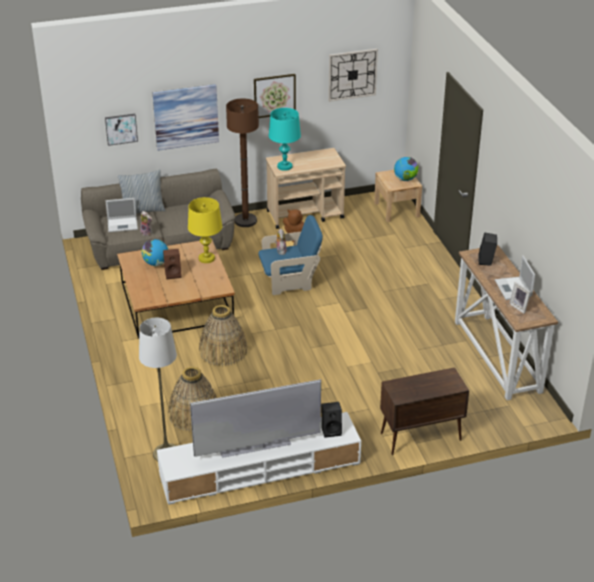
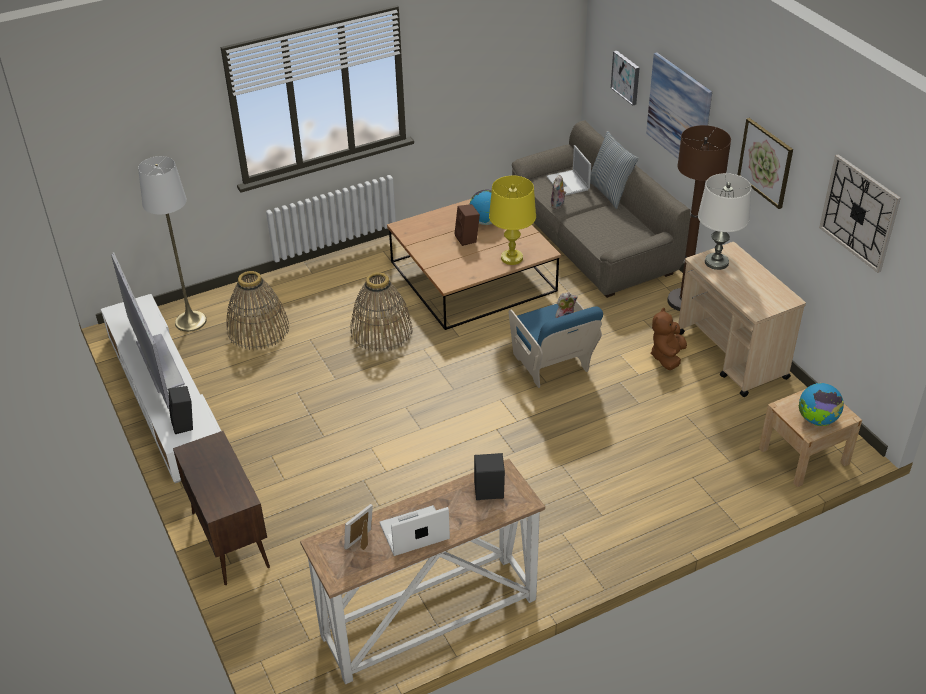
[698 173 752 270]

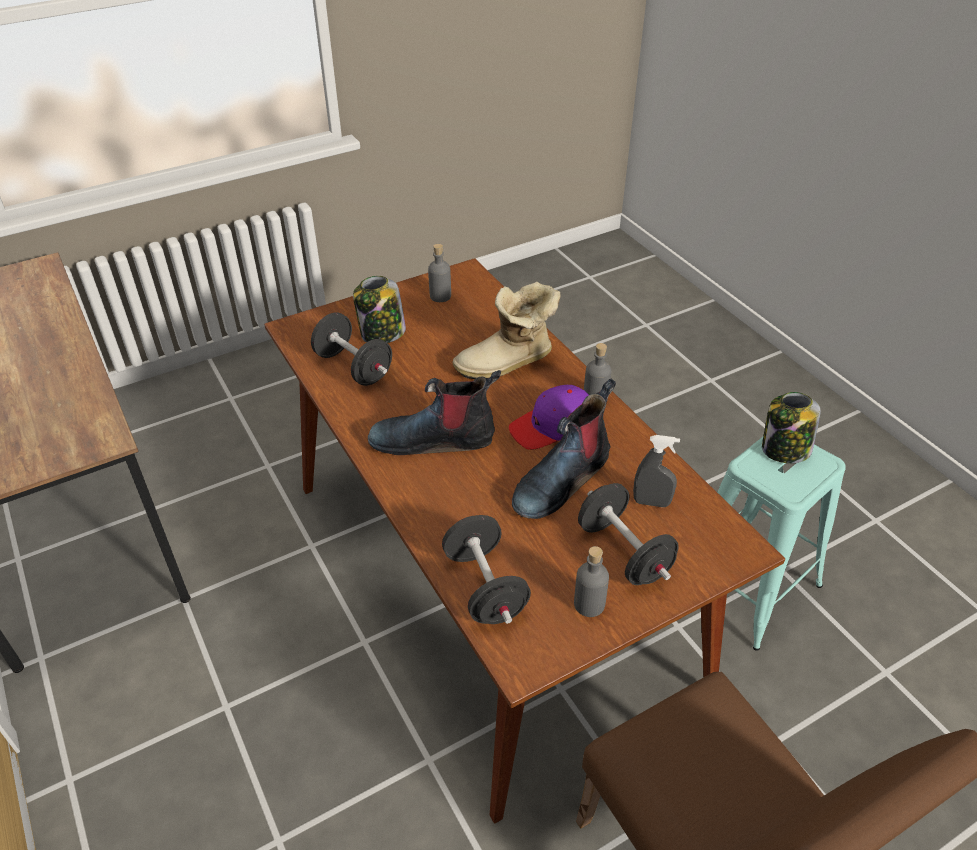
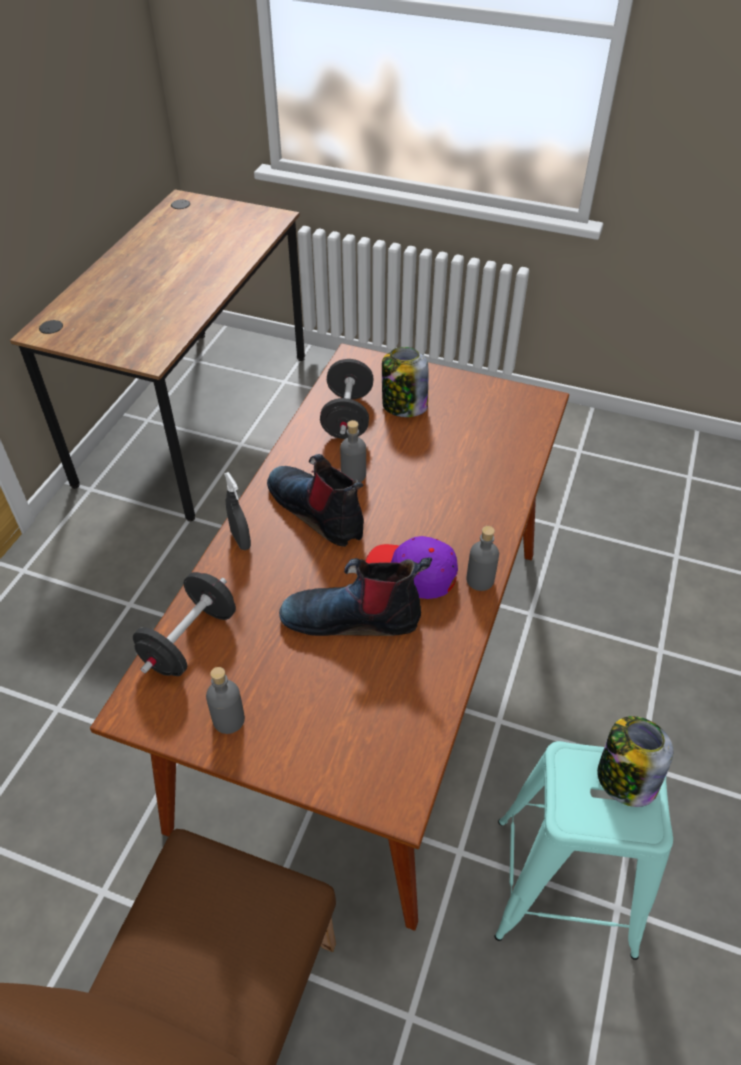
[224 472 251 550]
[340 420 366 482]
[452 282 561 379] (first image)
[578 483 679 585] (first image)

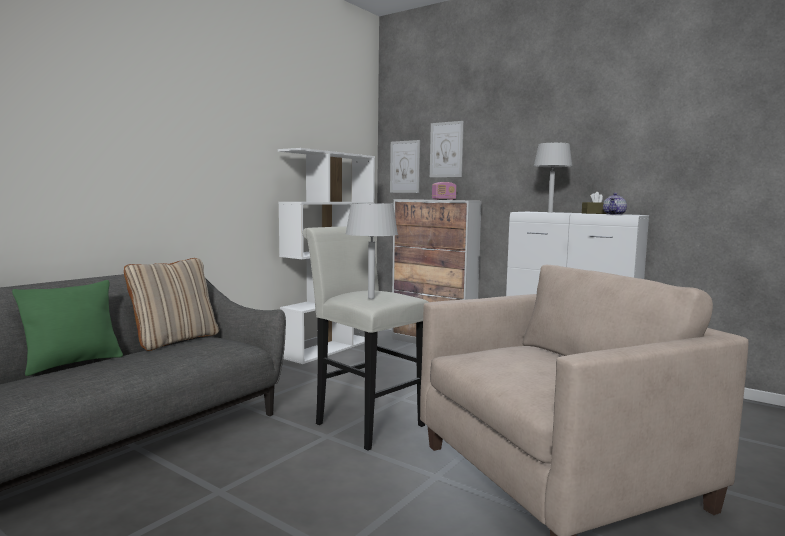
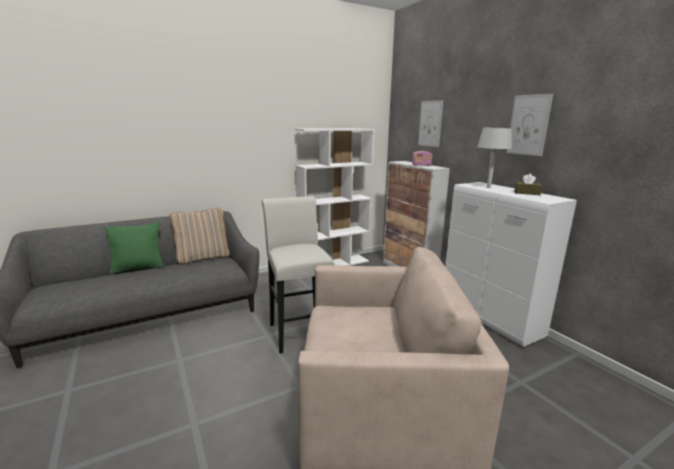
[506 94 553 156]
[345 203 398 299] (first image)
[603 193 627 215] (first image)

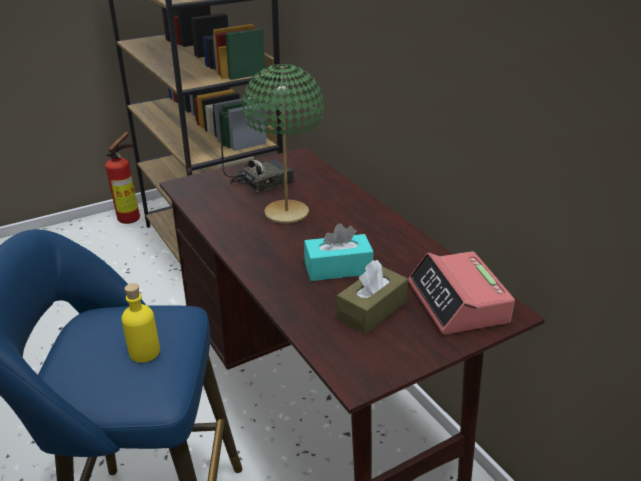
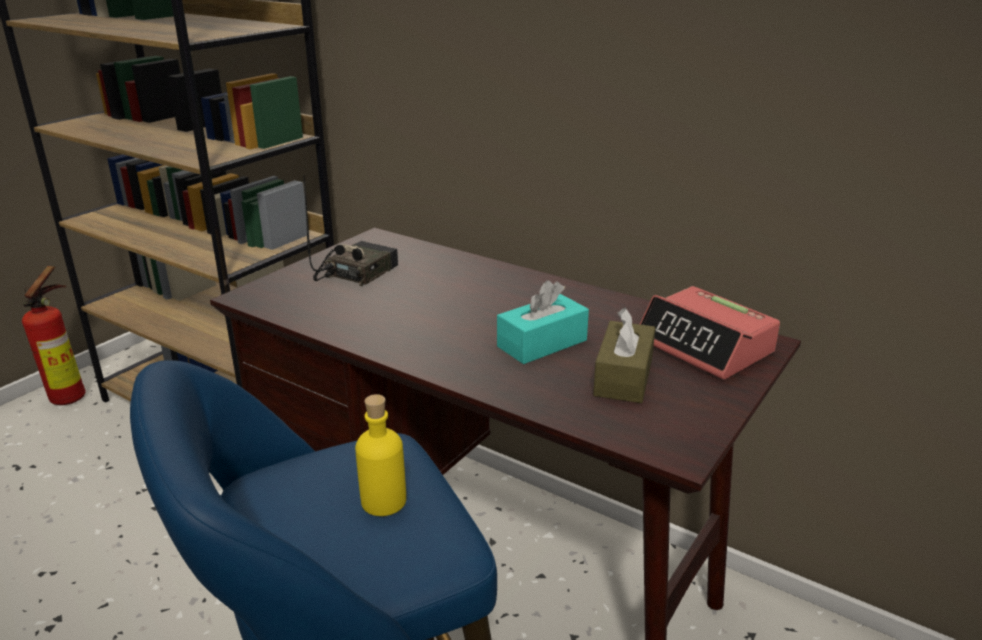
[242 64 324 223] (first image)

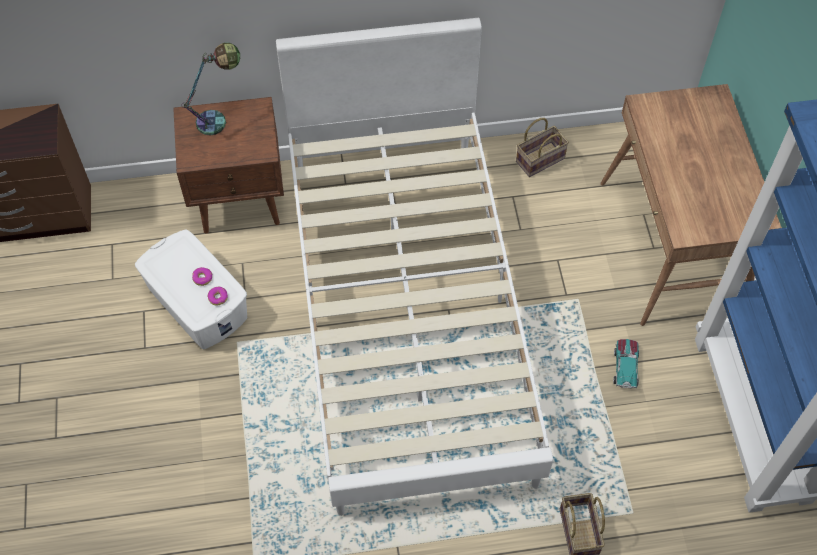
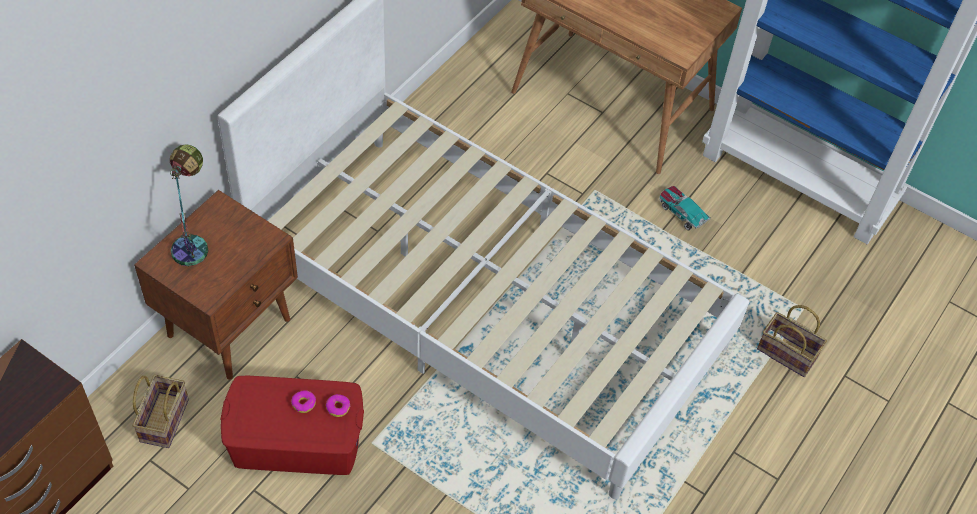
[132 375 189 448]
[220 376 364 475]

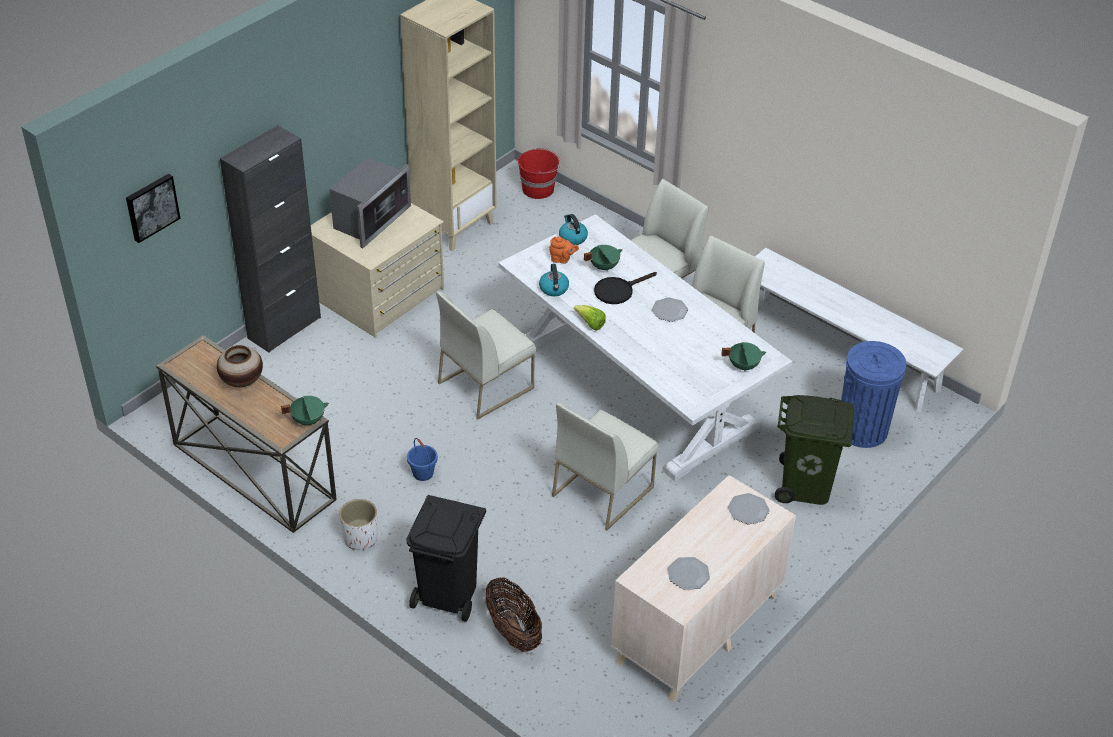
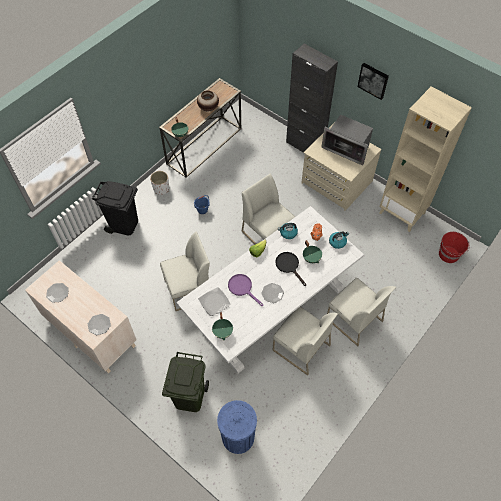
[160 231 210 311]
[199 287 231 316]
[228 274 263 306]
[358 63 389 100]
[486 577 542 652] (first image)
[755 248 963 412] (first image)

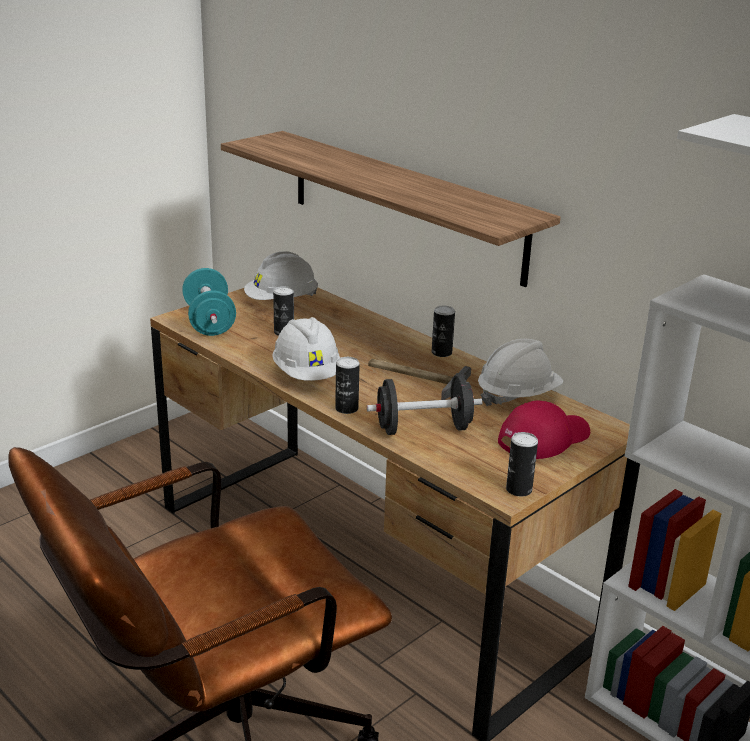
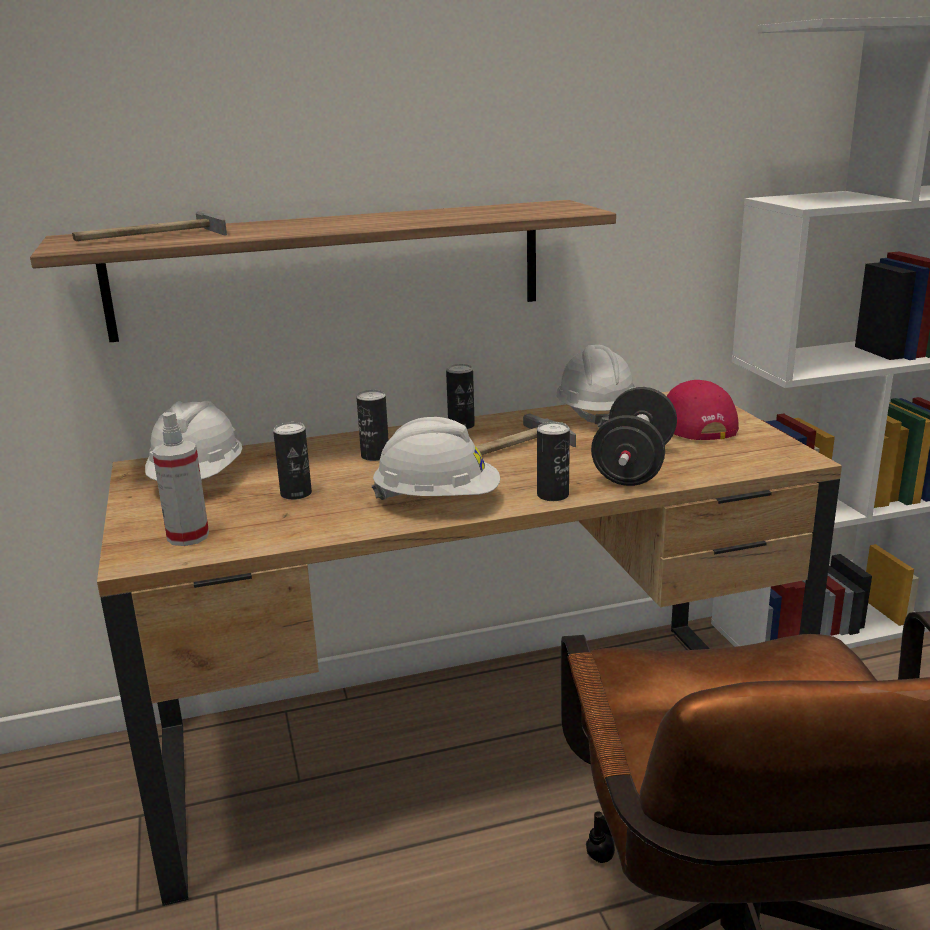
[72 211 227 241]
[152 412 209 546]
[357 390 389 461]

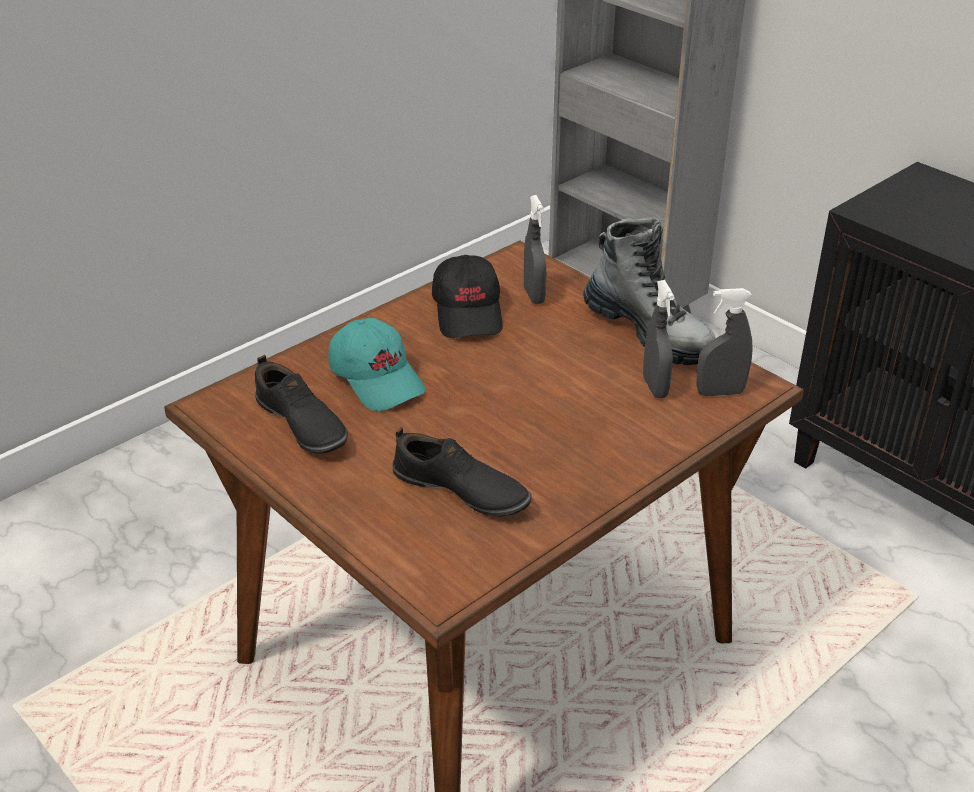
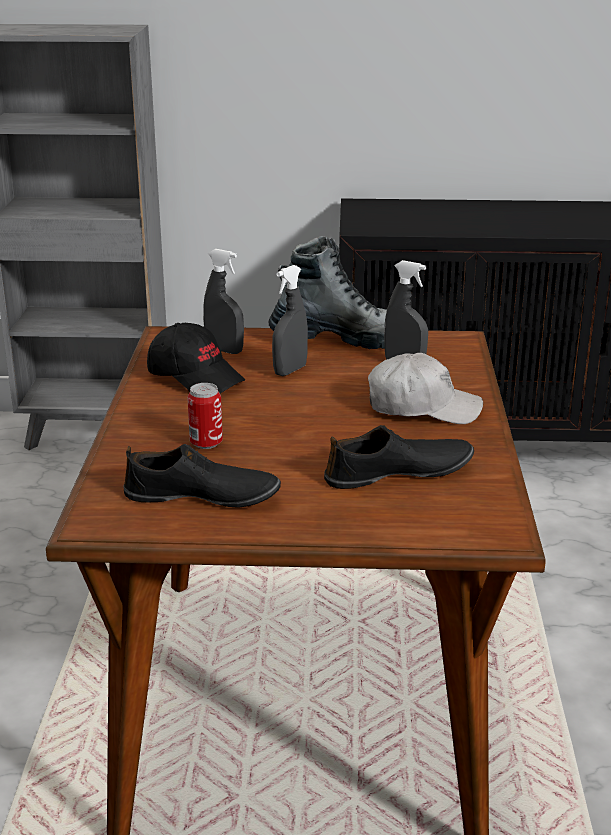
[187 383 223 449]
[272 265 308 376]
[368 353 483 424]

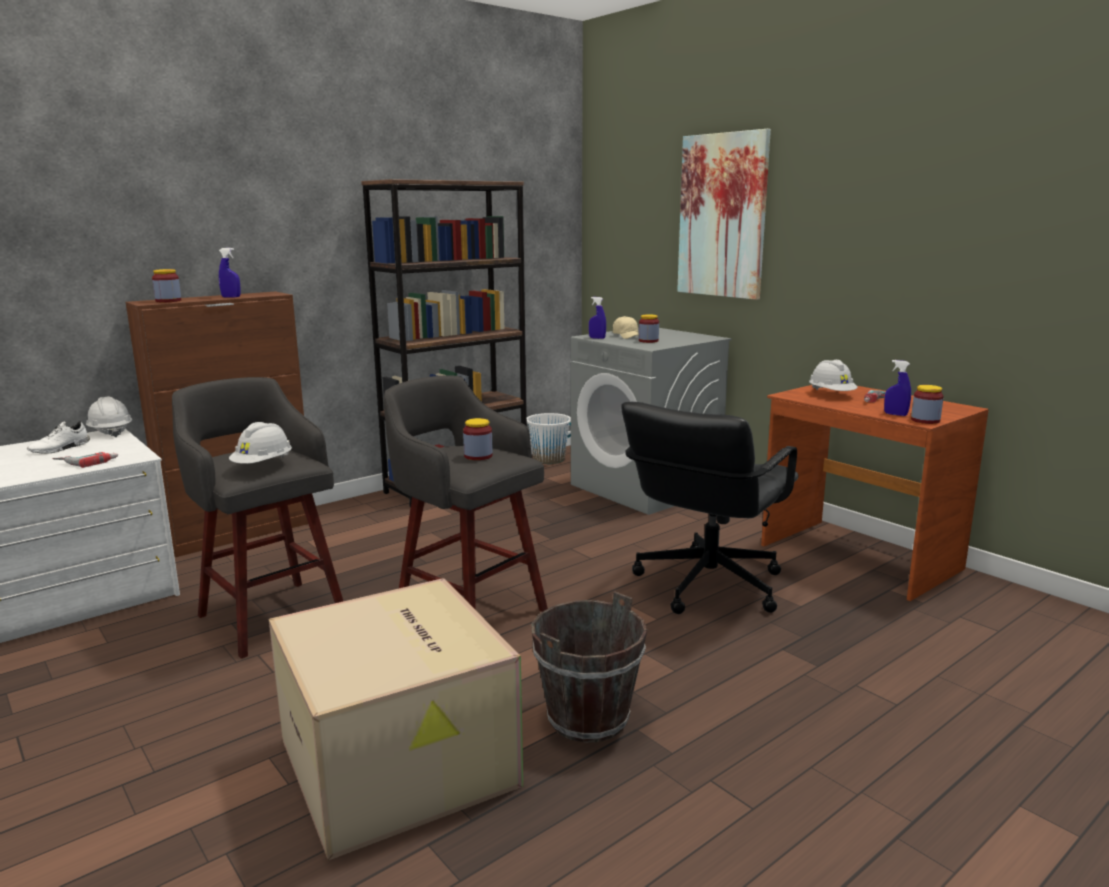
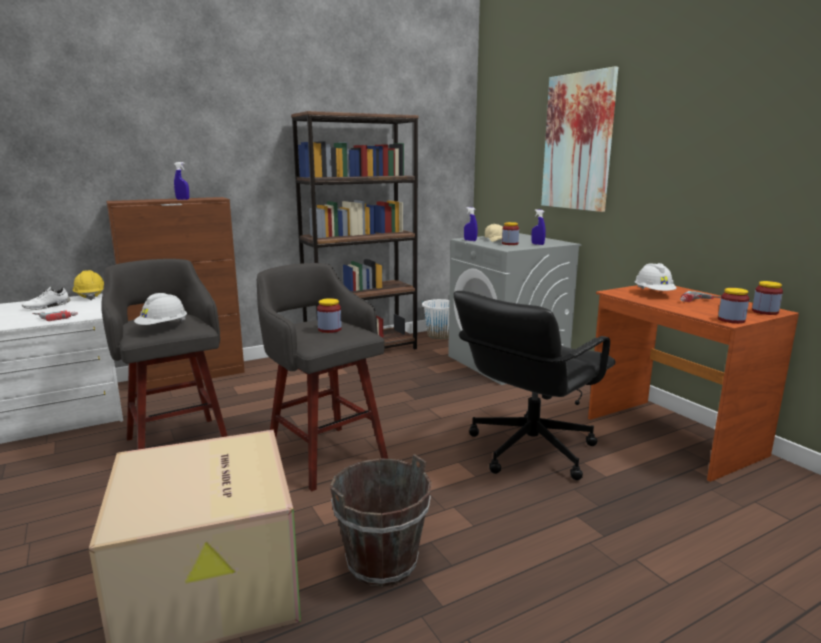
[73 270 104 300]
[531 209 546 245]
[752 281 783 315]

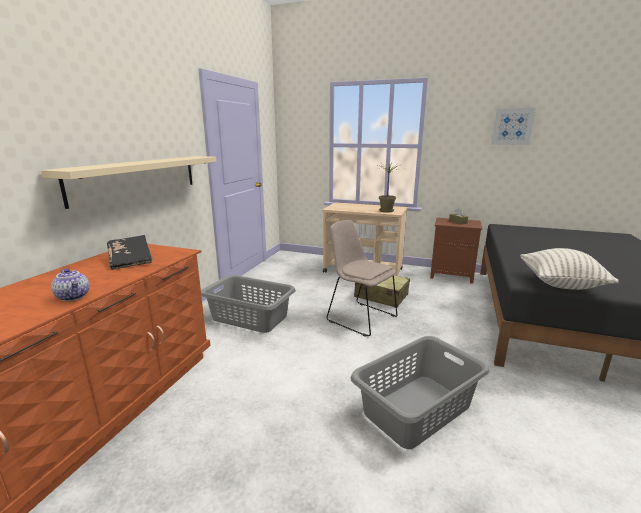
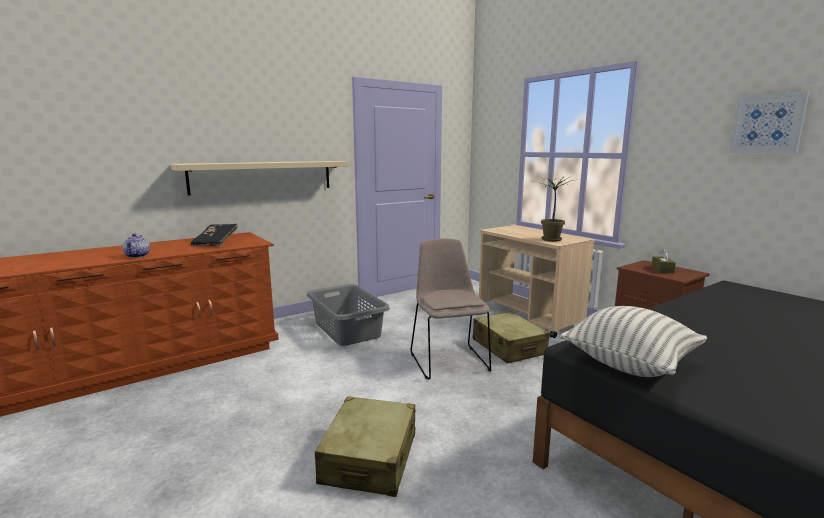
[315 396 415 497]

